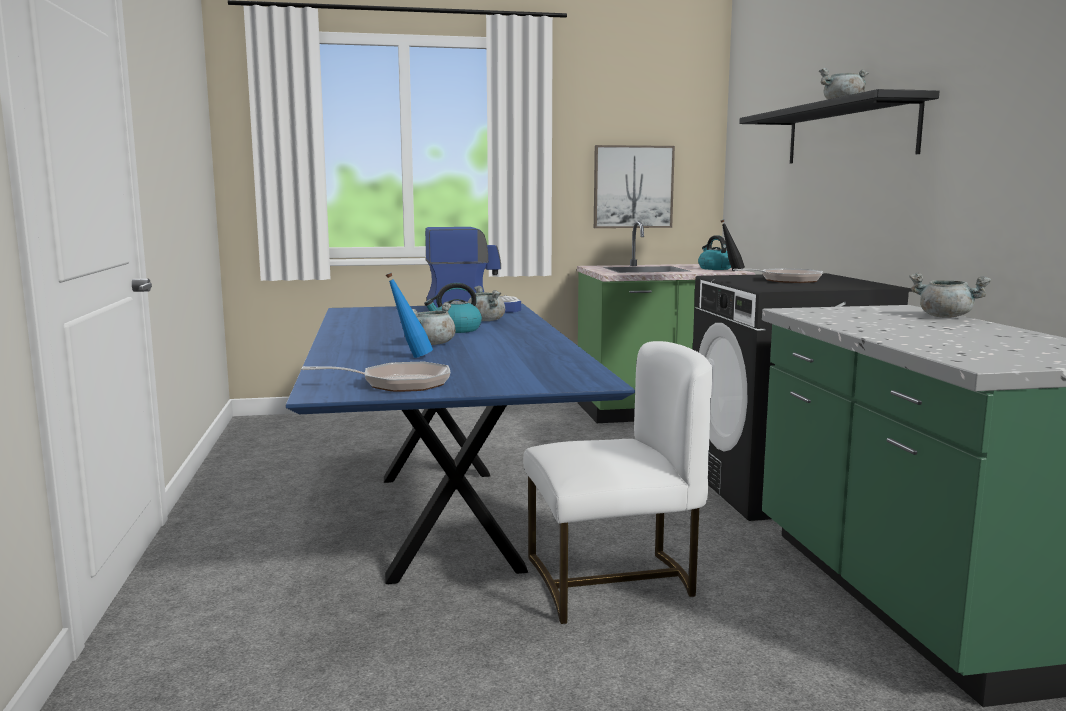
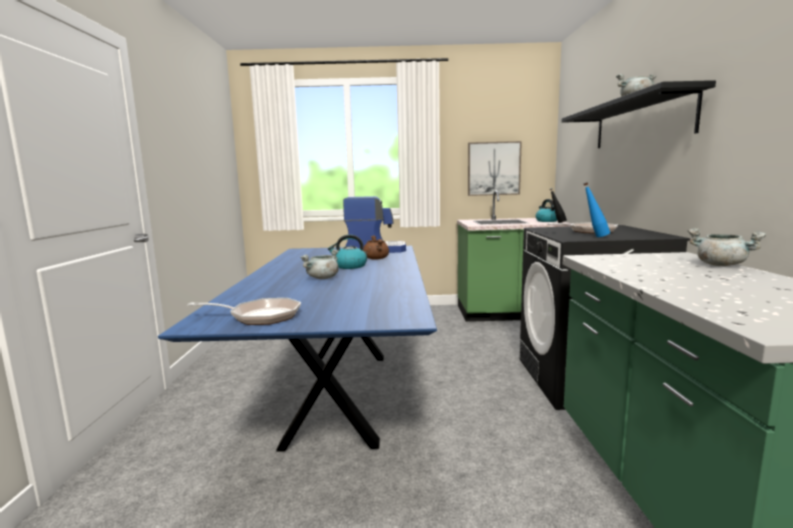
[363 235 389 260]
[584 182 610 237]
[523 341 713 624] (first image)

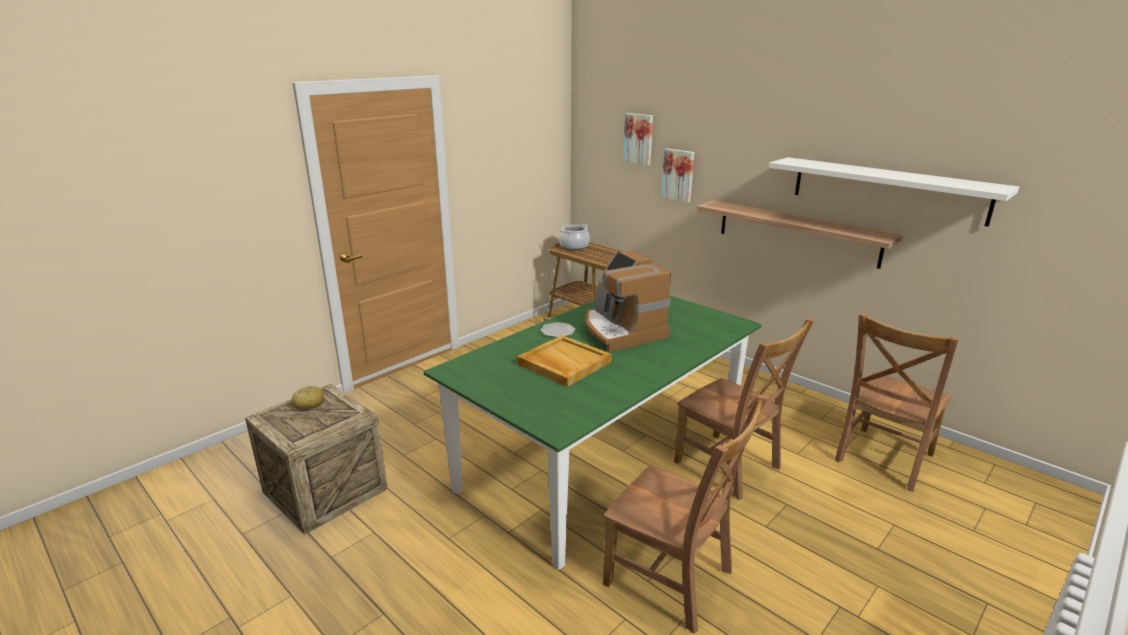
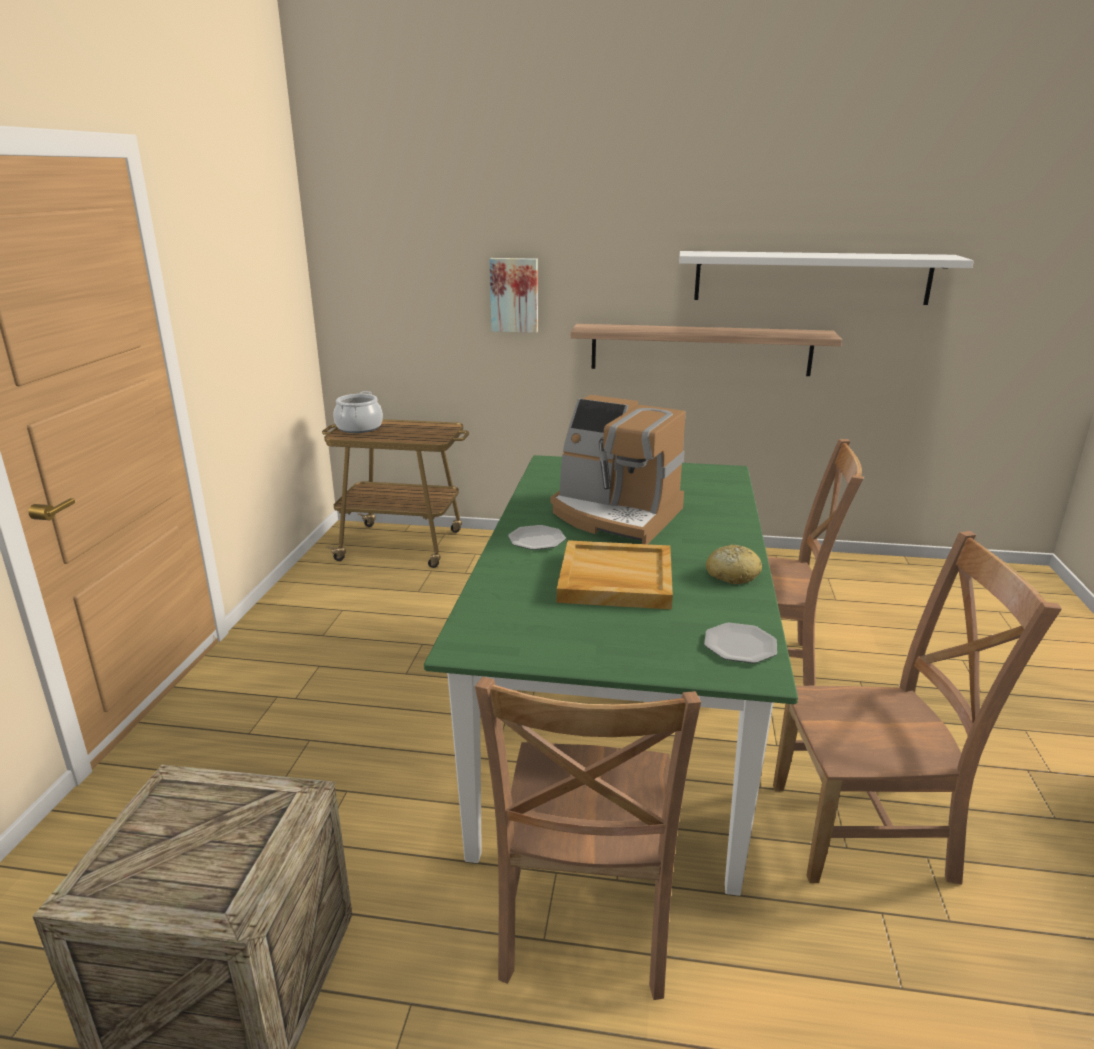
[475 677 701 1000]
[704 623 777 663]
[706 545 762 584]
[623 113 653 165] (first image)

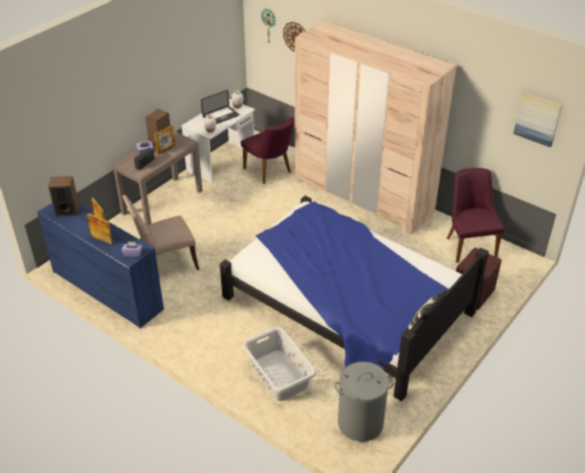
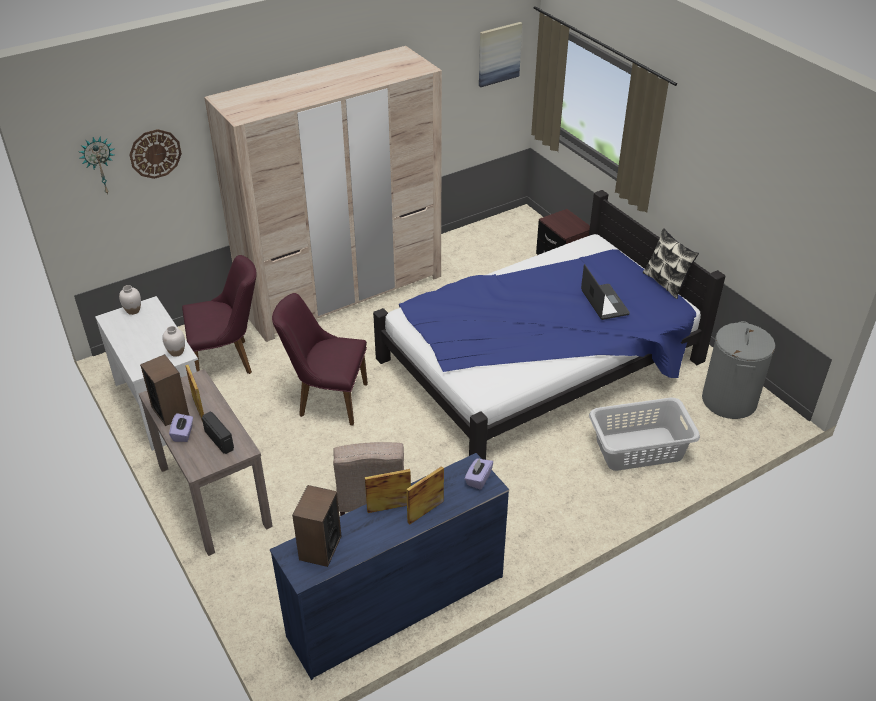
[272 293 368 426]
[581 264 630 320]

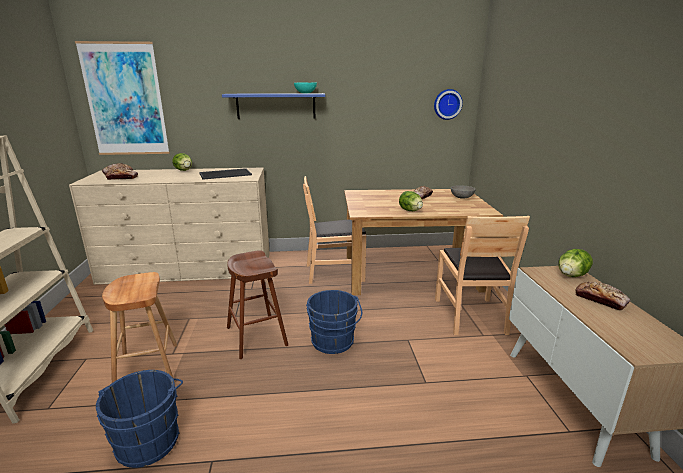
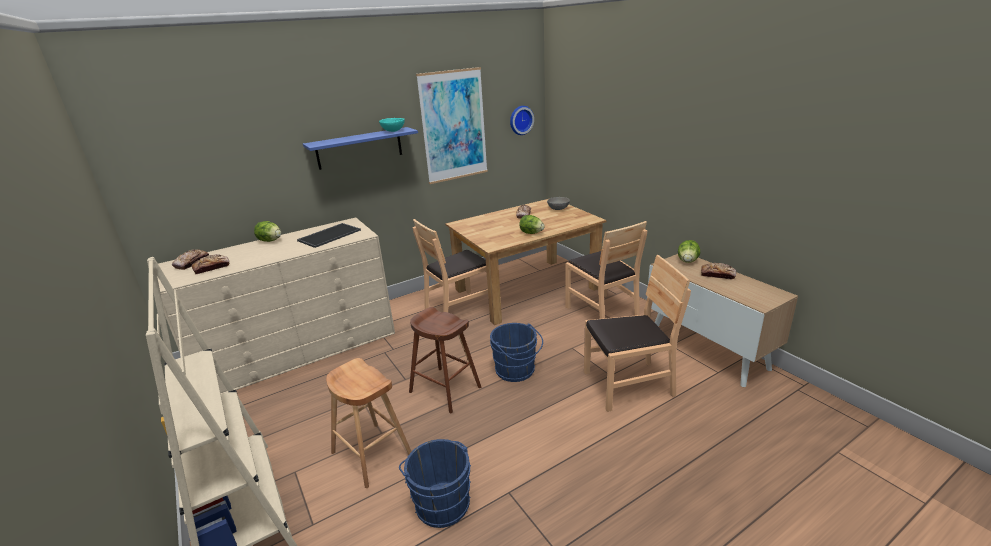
[416 67 488 184]
[584 255 691 412]

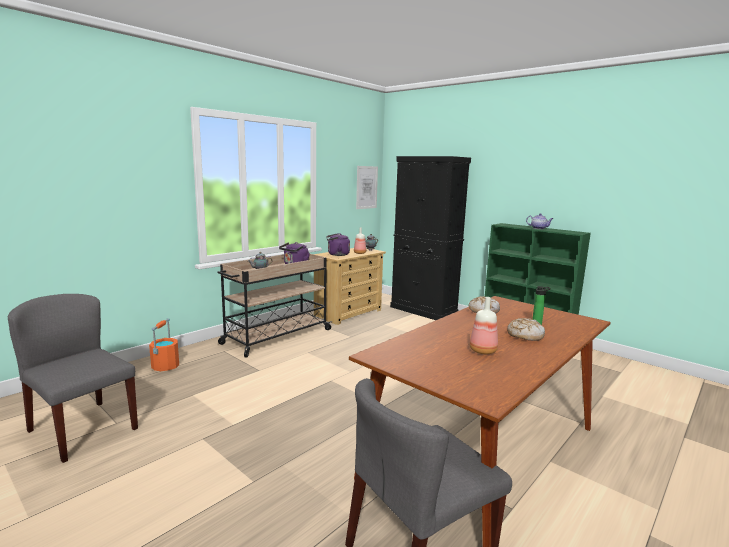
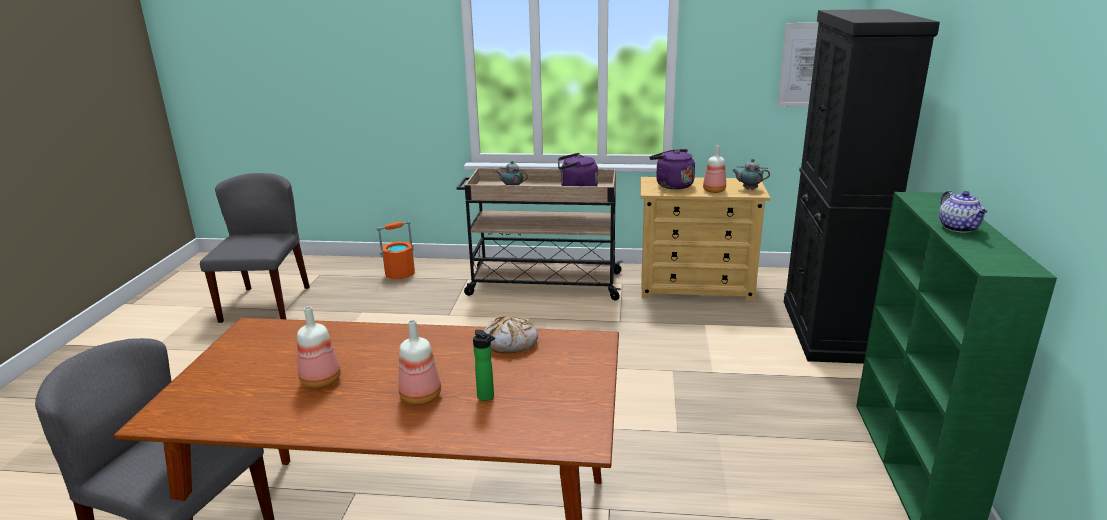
[398 320 441 405]

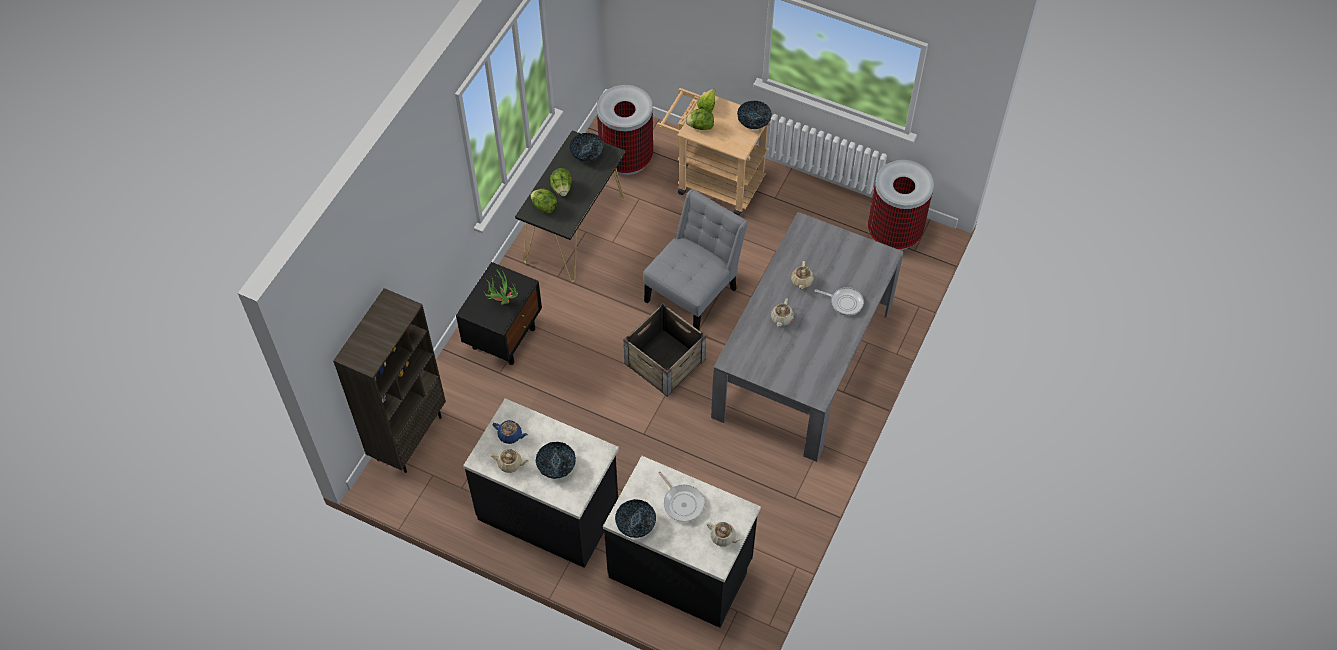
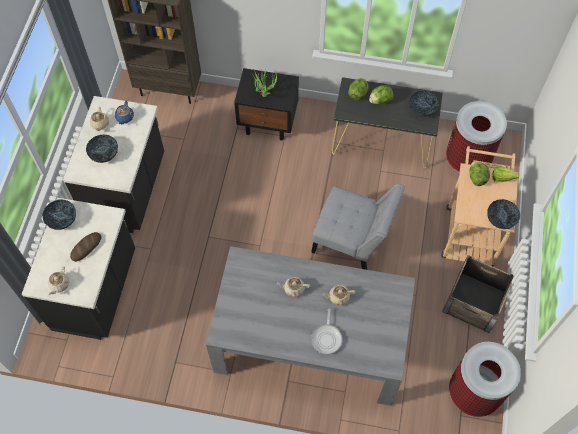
[70 232 102 262]
[442 255 514 333]

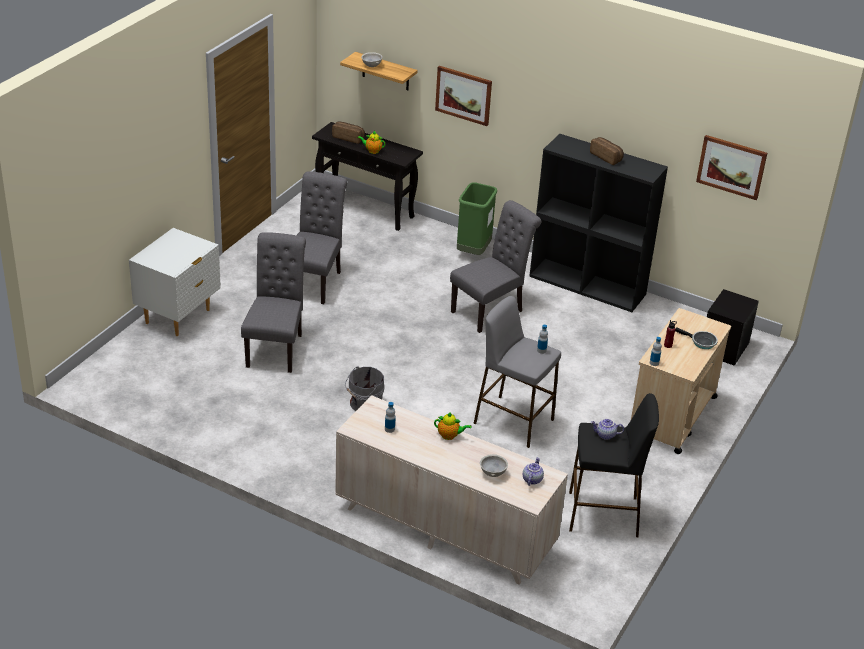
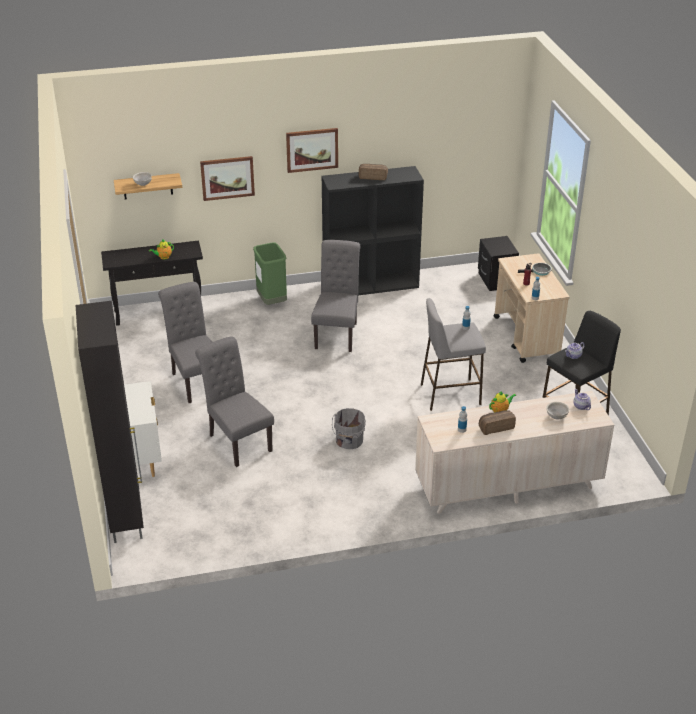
[76 301 144 543]
[286 128 338 173]
[479 410 516 435]

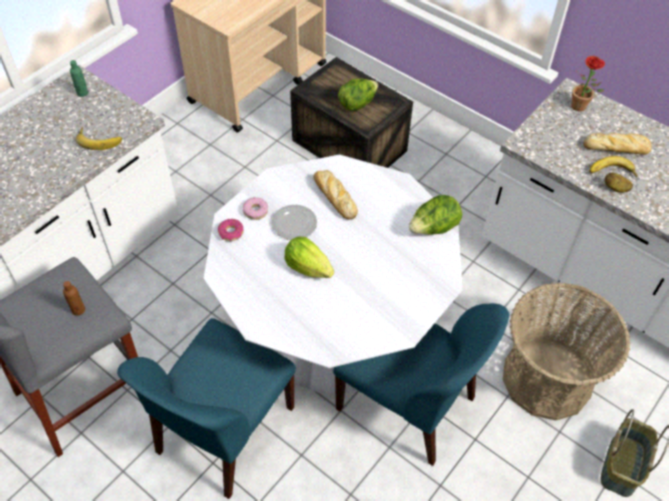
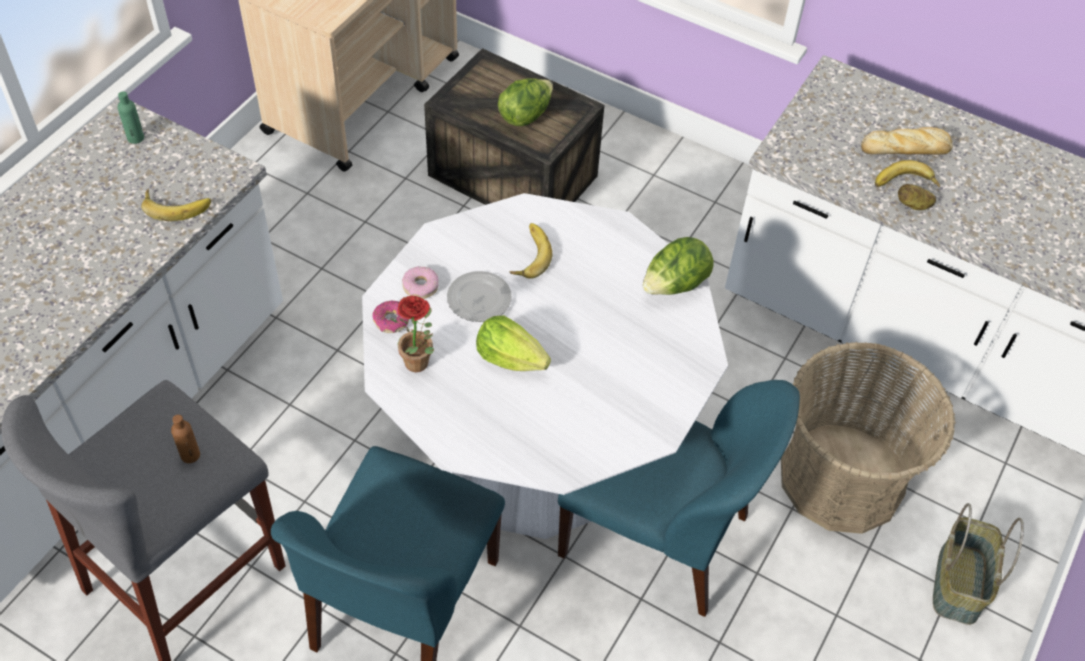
[390 296 434 372]
[509 223 552 279]

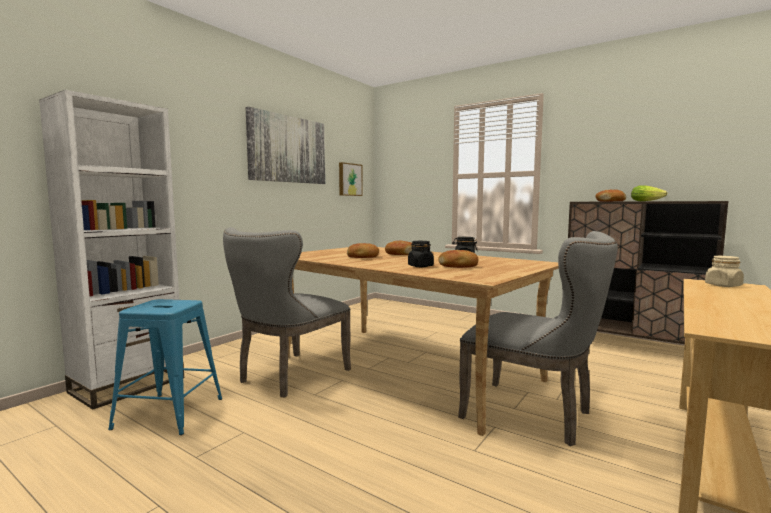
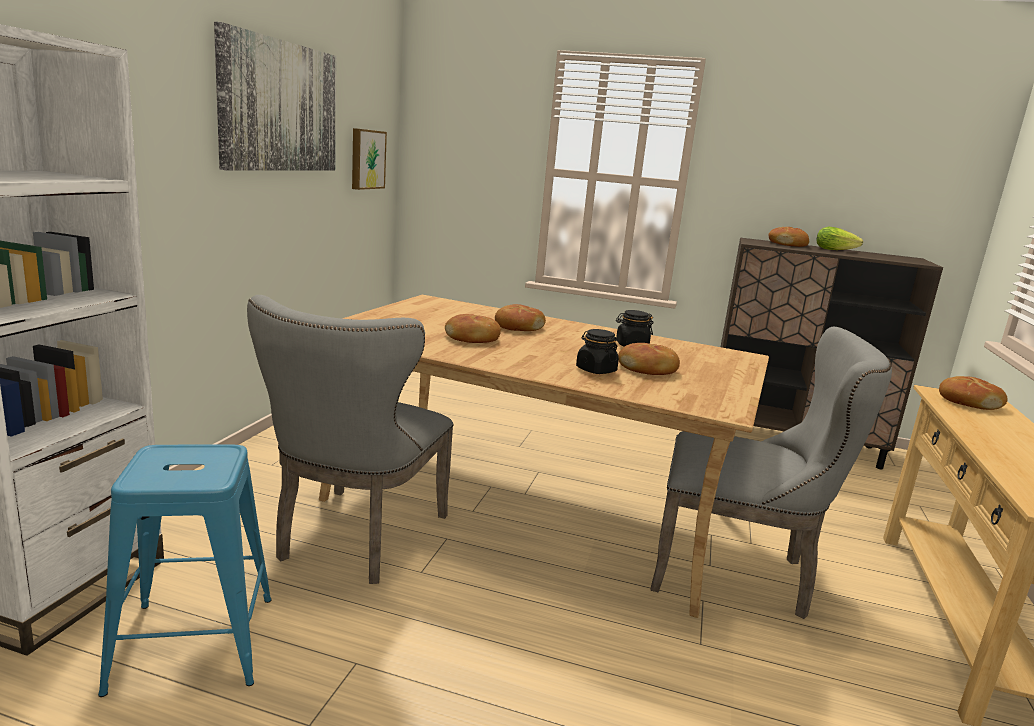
[939 376 1008 410]

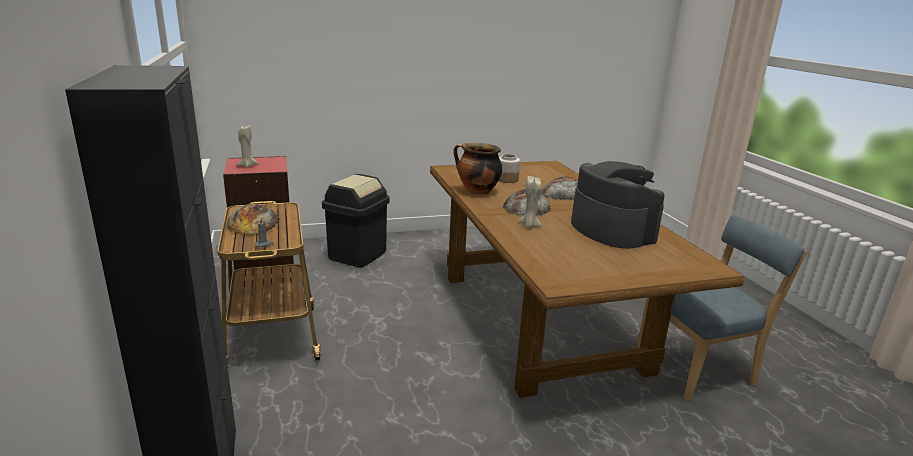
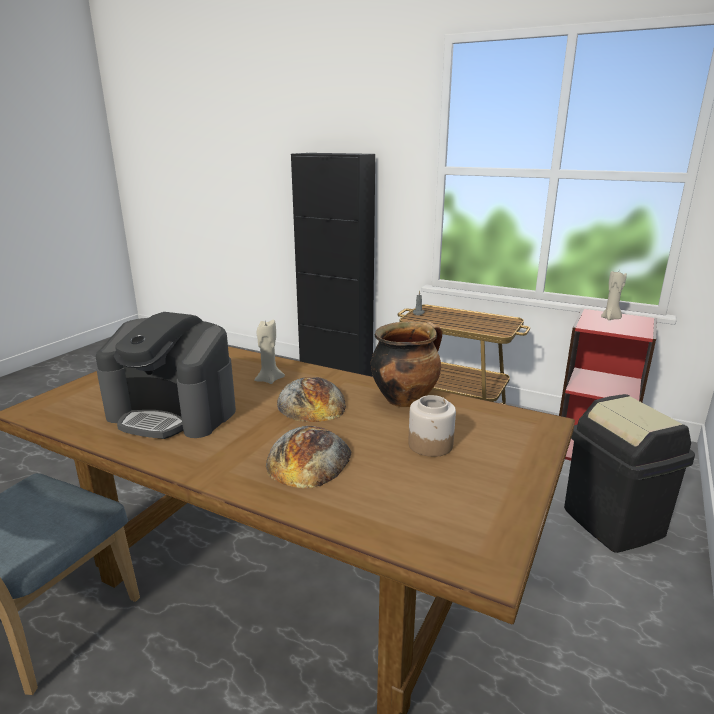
[226 204 280 234] (first image)

